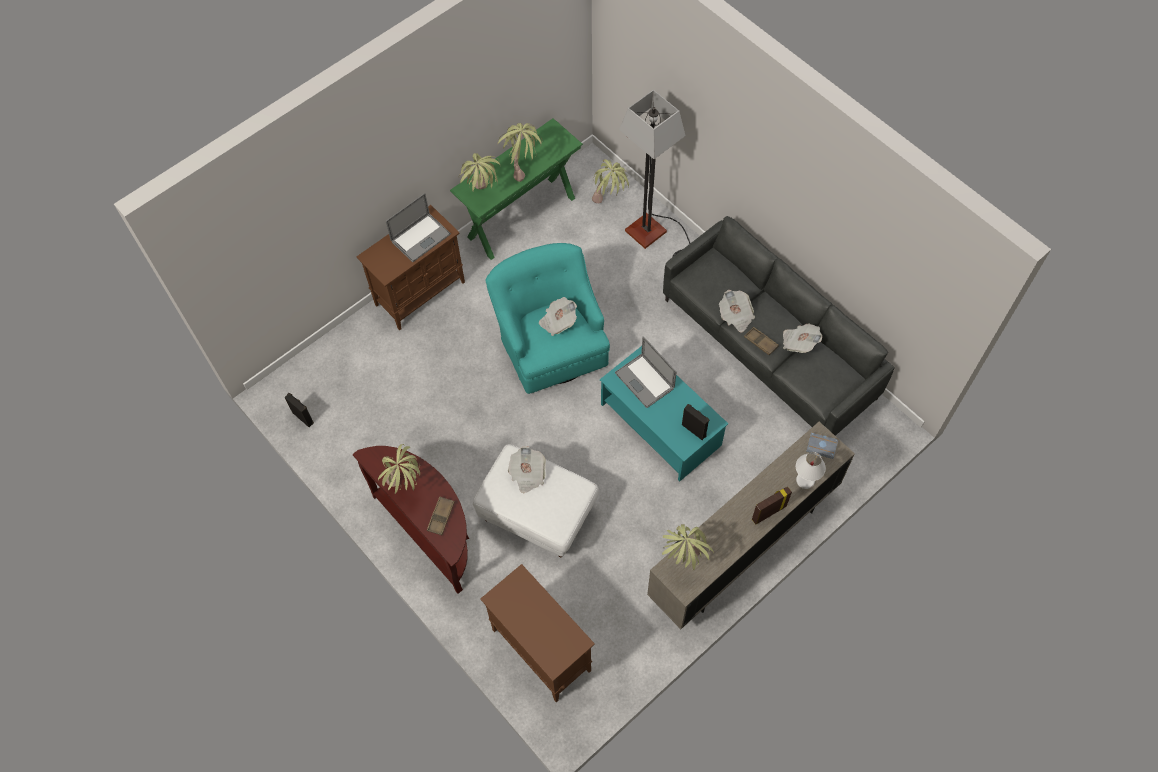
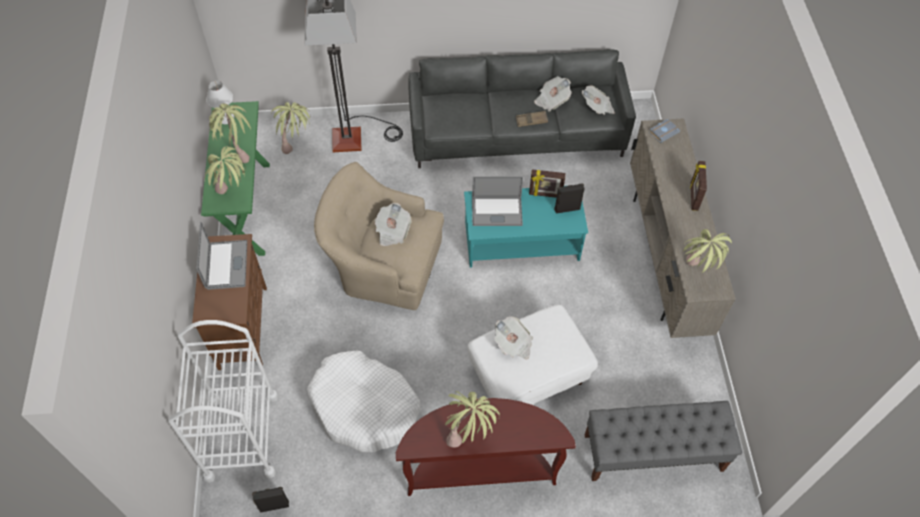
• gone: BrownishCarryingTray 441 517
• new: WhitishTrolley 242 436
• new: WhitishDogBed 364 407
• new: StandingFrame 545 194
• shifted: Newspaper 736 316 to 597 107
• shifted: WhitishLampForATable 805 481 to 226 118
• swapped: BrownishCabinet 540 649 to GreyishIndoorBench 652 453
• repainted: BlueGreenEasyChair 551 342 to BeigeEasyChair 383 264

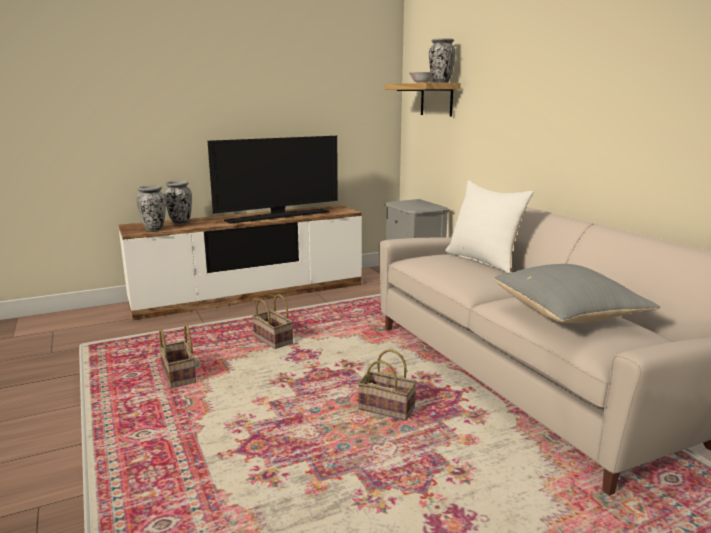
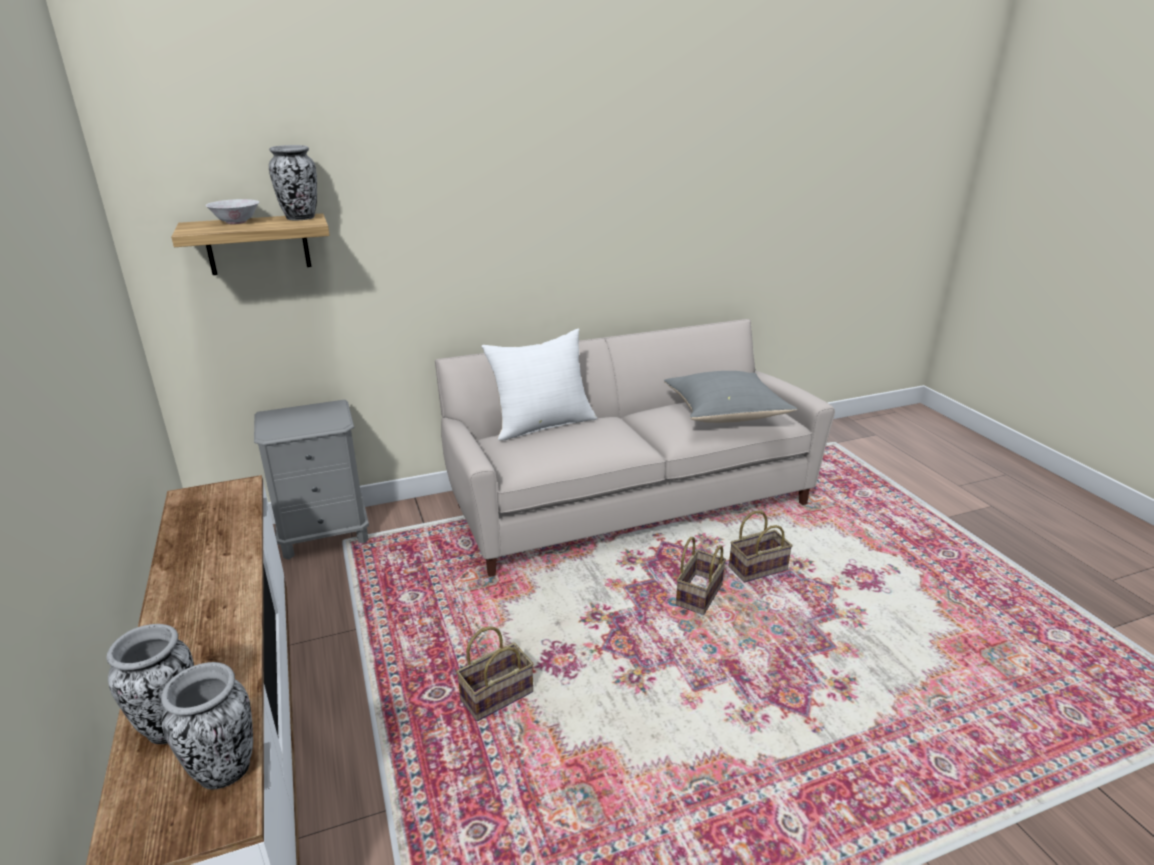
• gone: Television 278 216
• shifted: Basket 180 376 to 758 568

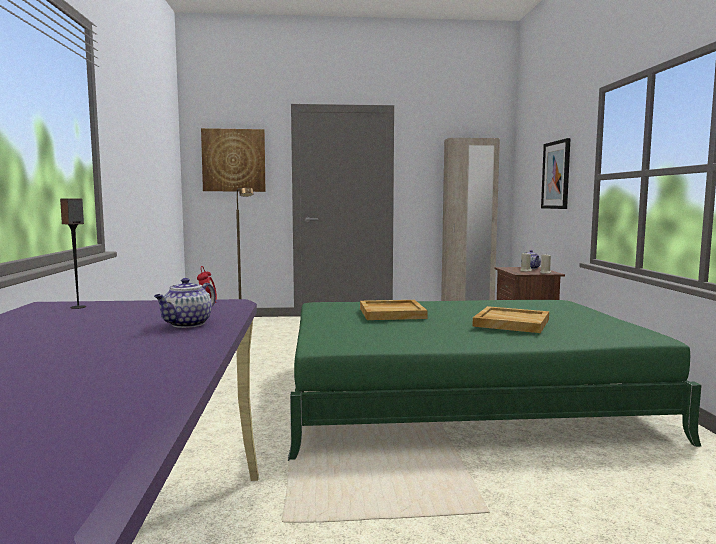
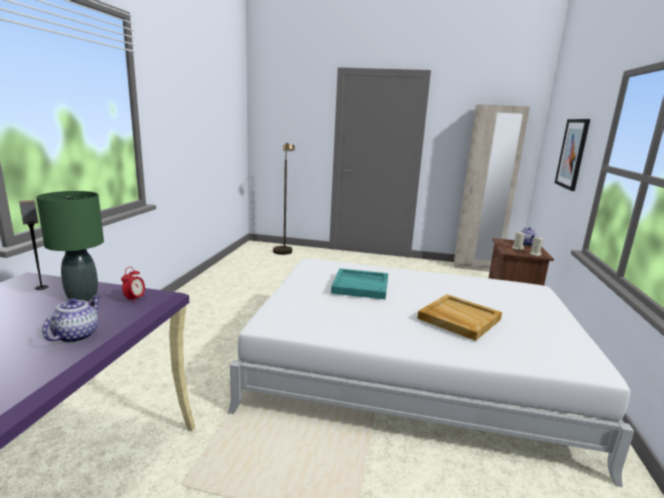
• gone: WallPicture 234 160
• new: GreenishLampForATable 82 297
• repainted: GreenishSleepingBed 460 398 to WhitishSleepingBed 411 369
• repainted: BeigeCarryingTray 392 313 to BlueGreenCarryingTray 361 286
• rotated: TeaPot 187 324 = 77 335 150 degrees clockwise

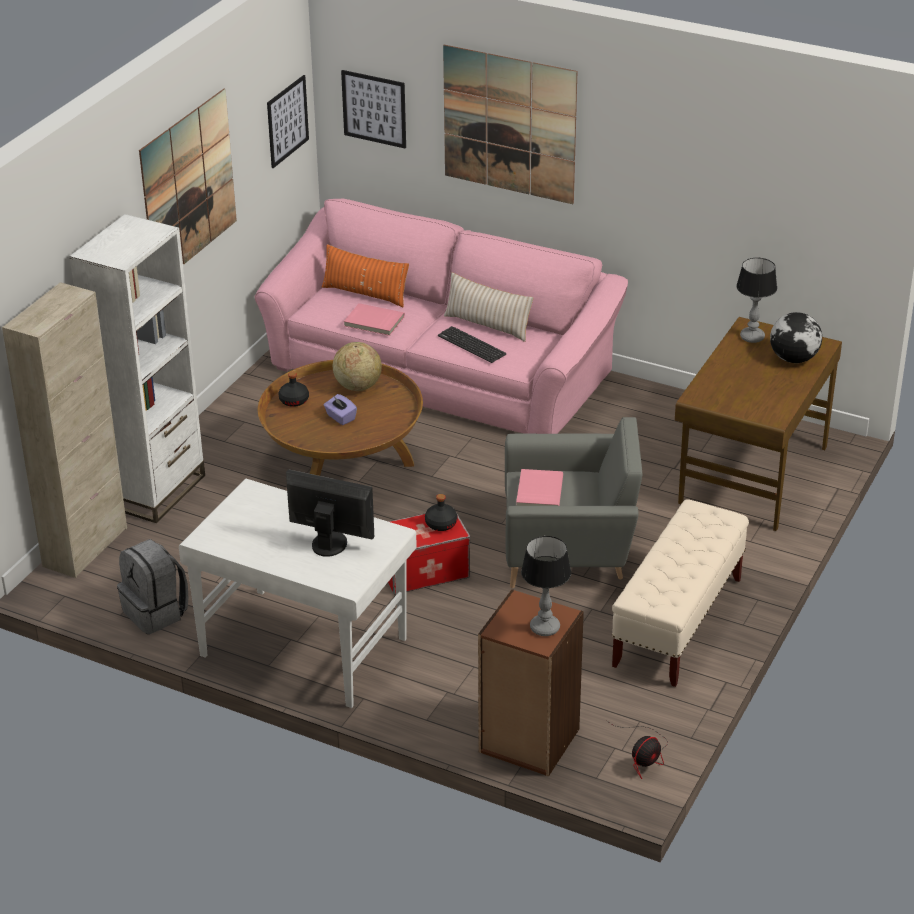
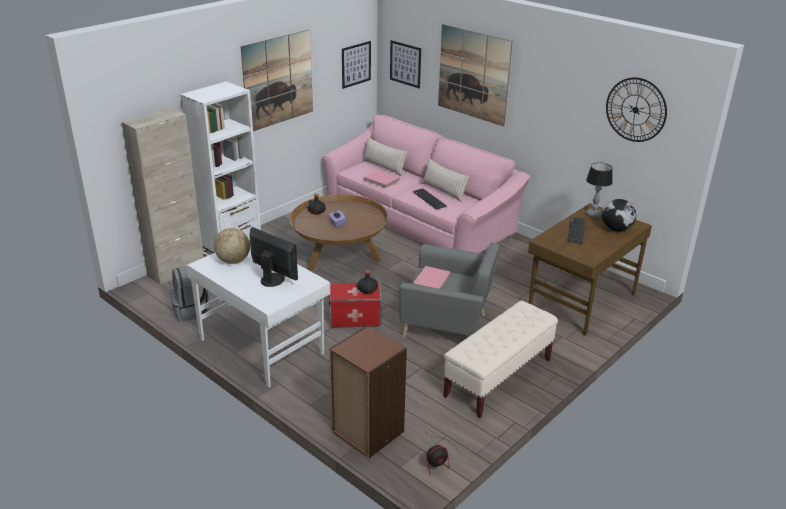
• gone: LampForATable 545 628
• new: Keyboard 576 230
• new: HangingClock 635 110
• shifted: DeskGlobe 357 386 to 233 260
• repainted: OrangePillow 365 294 to BeigePillow 384 167

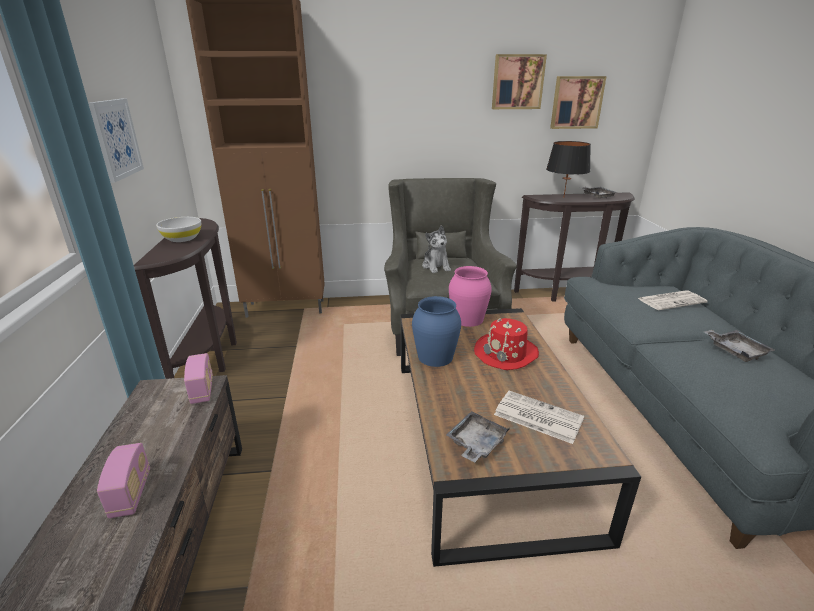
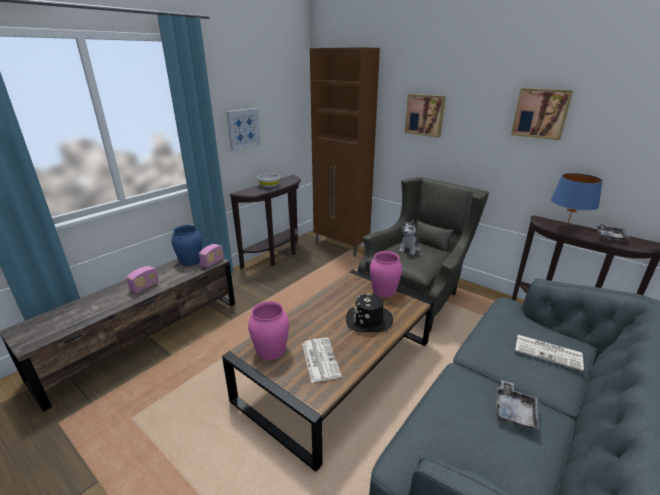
• shifted: BlueColouredFlowerVase 435 357 to 190 261
• shifted: WallPicture 576 102 to 425 115
• swapped: GreyishCarryingTray 476 443 to PinkFlowerVase 270 349
• repainted: RedHat 506 353 to BlackishHat 368 320
• repainted: BlackishLampForATable 563 198 to BlueColouredLampForATable 566 228

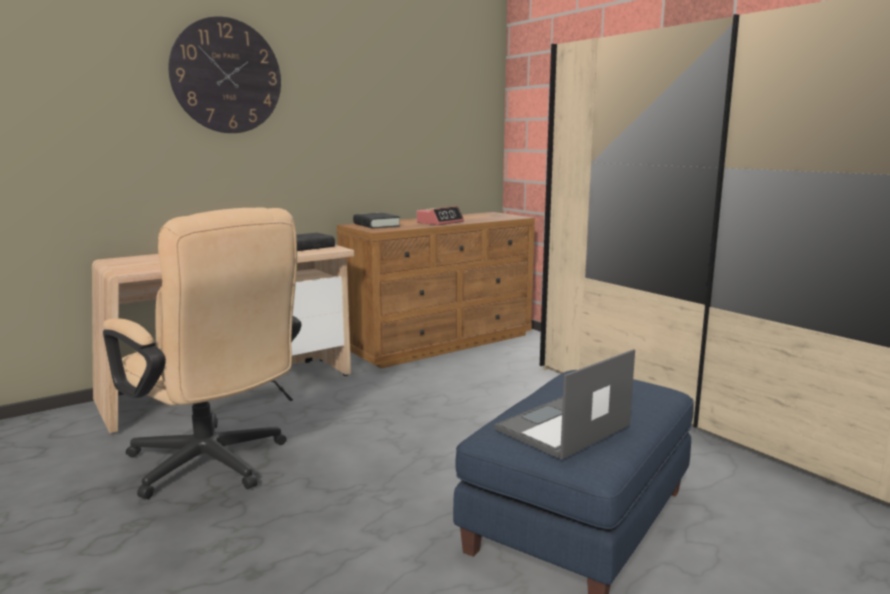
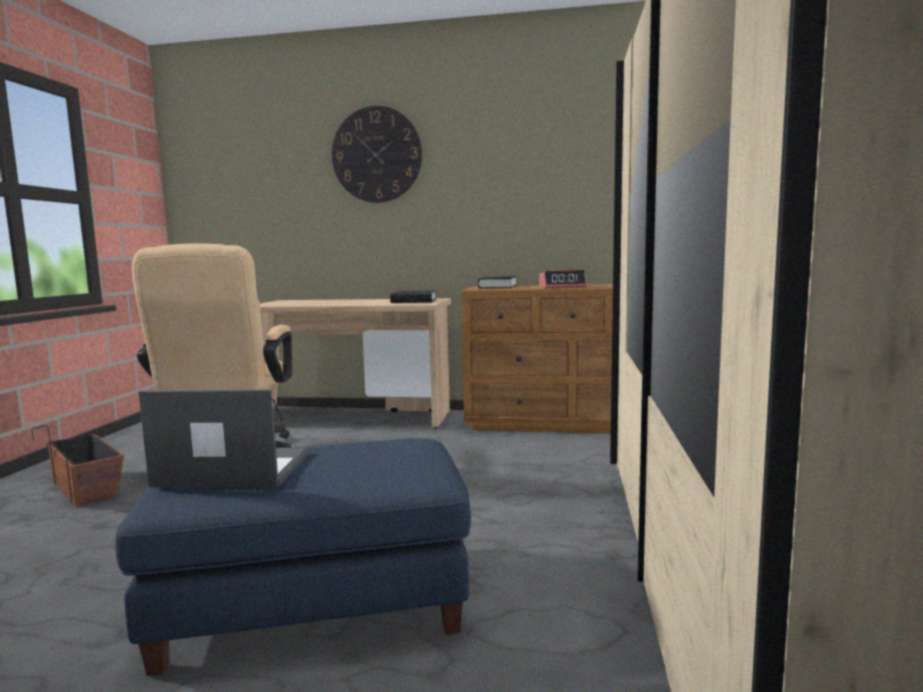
• new: FlowerPot 86 488

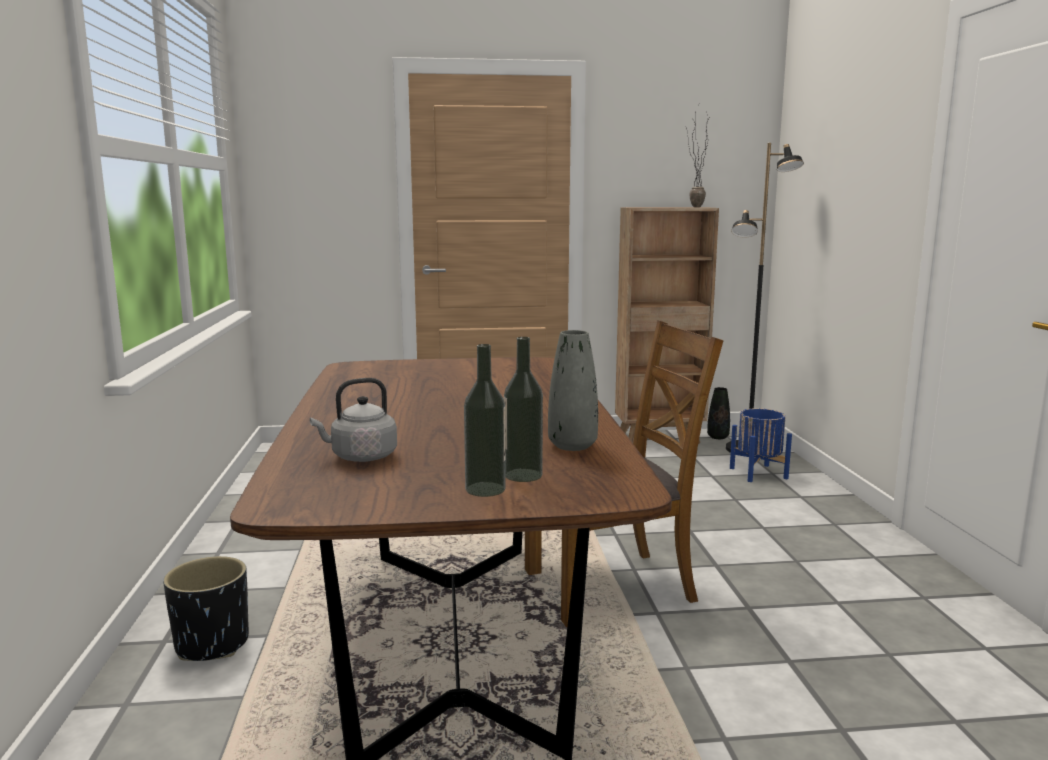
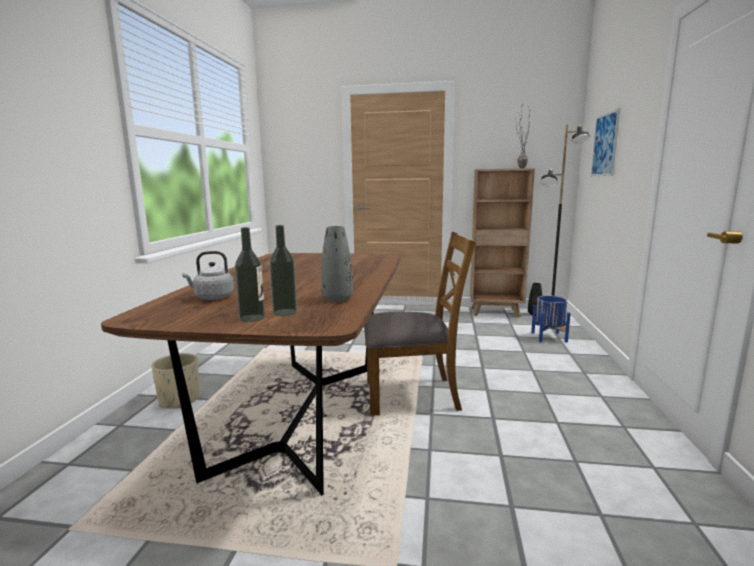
• new: WallPicture 605 145
• repainted: BlackishFlowerPot 212 644 to BeigeFlowerPot 179 400

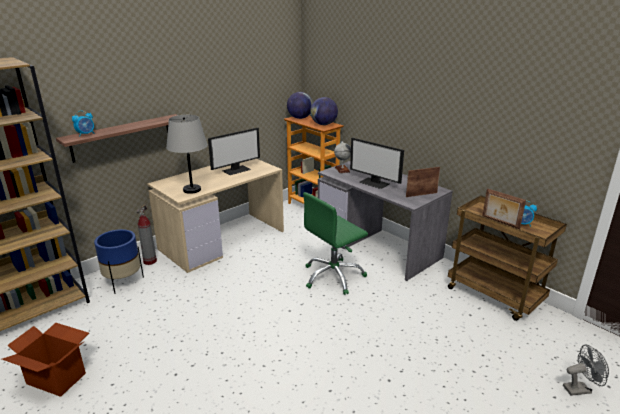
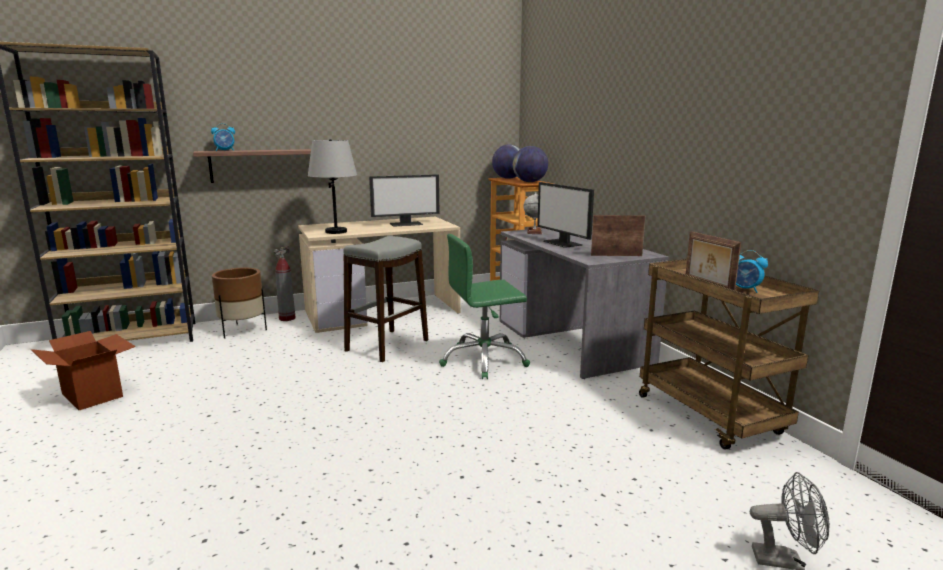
• new: GreyishSittingStool 387 345
• repainted: BlueColouredFlowerPot 123 282 to BrownishFlowerPot 243 330

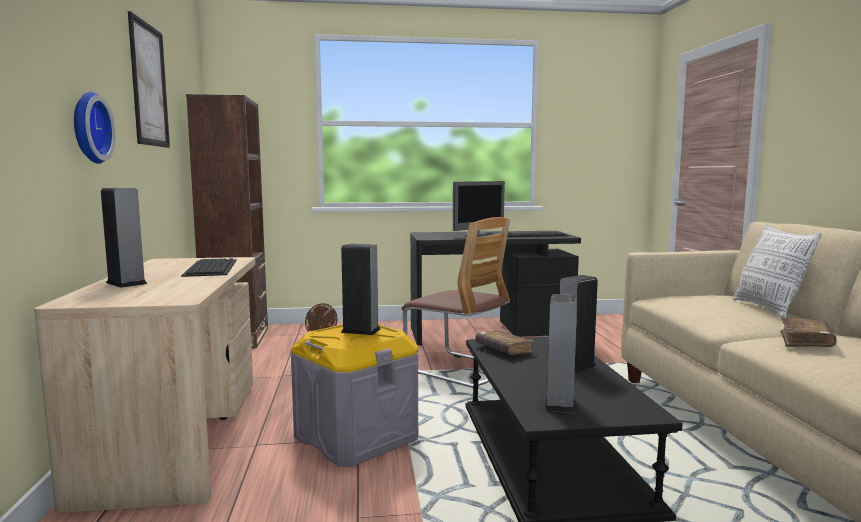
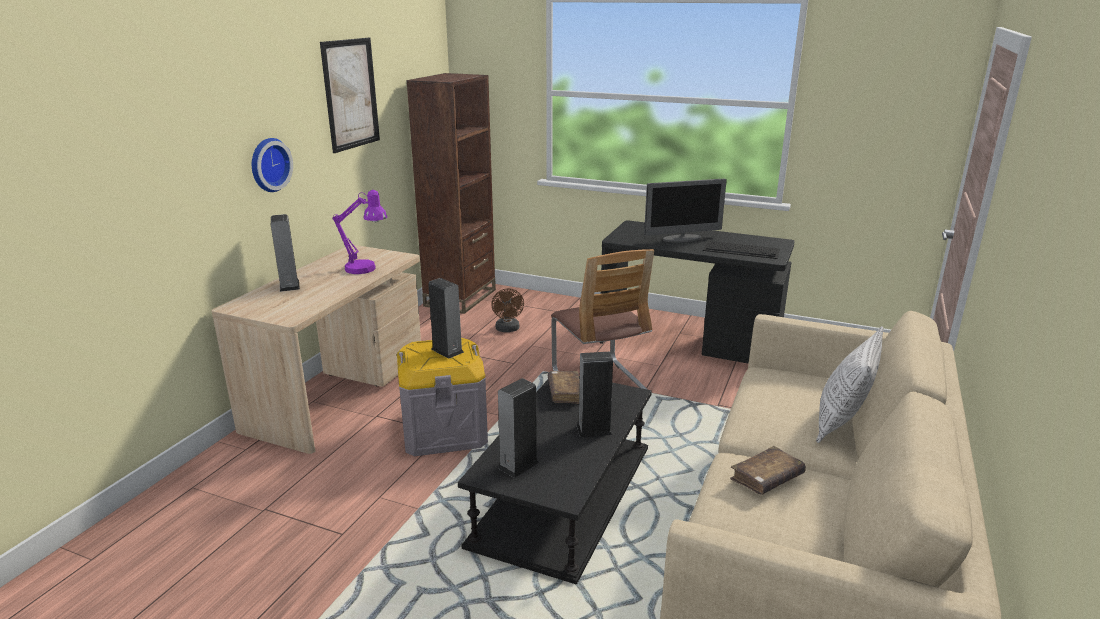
• swapped: Keyboard 210 267 to PurplishLampForATable 366 269

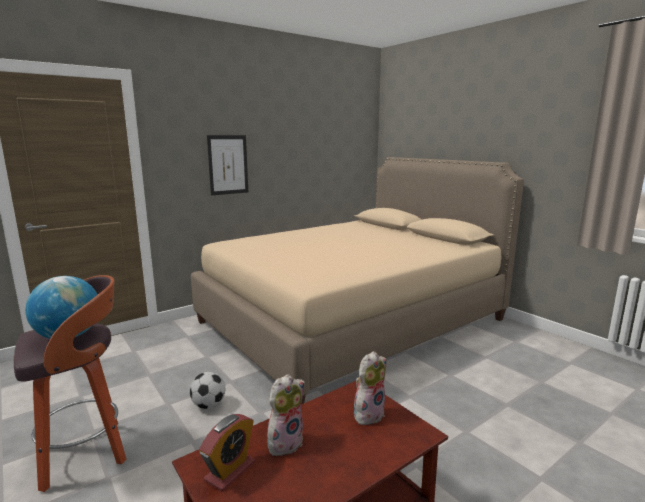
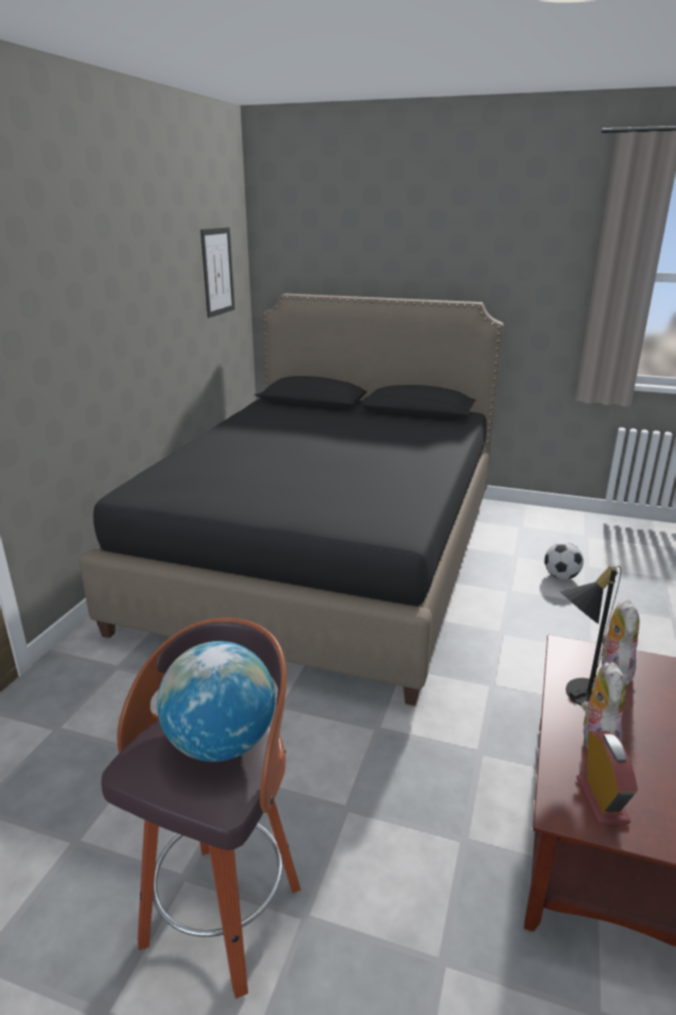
• new: BlackishLampForATable 579 693
• shifted: Football 209 405 to 561 577
• shifted: WallPicture 228 165 to 217 272
• repainted: BeigeSleepingBed 351 320 to BlackishSleepingBed 325 557

